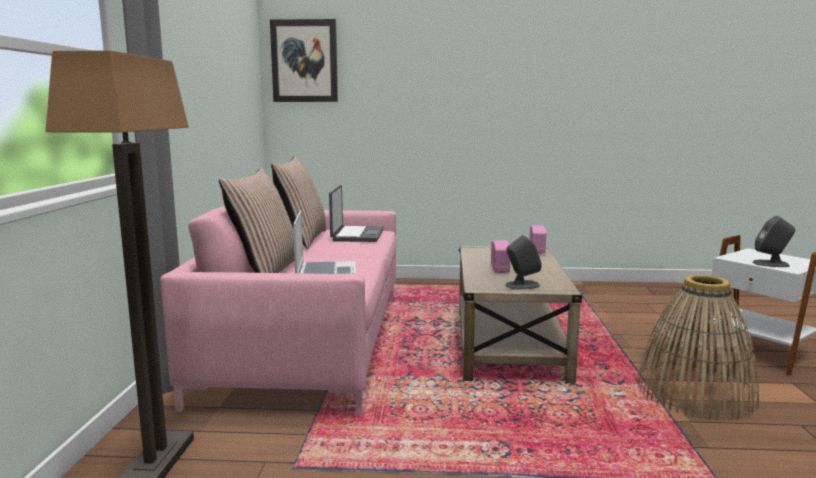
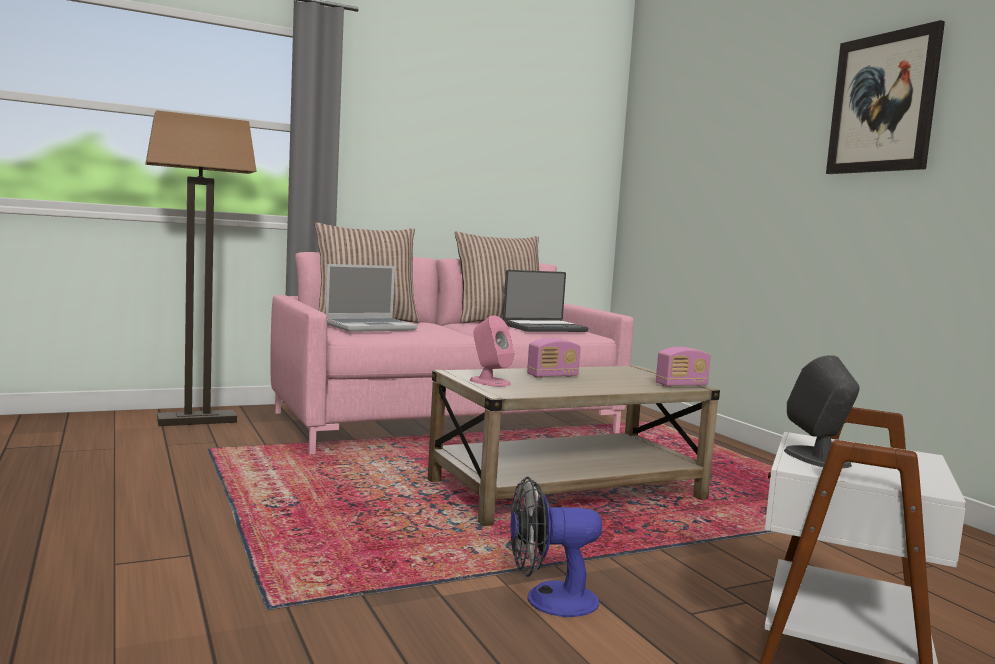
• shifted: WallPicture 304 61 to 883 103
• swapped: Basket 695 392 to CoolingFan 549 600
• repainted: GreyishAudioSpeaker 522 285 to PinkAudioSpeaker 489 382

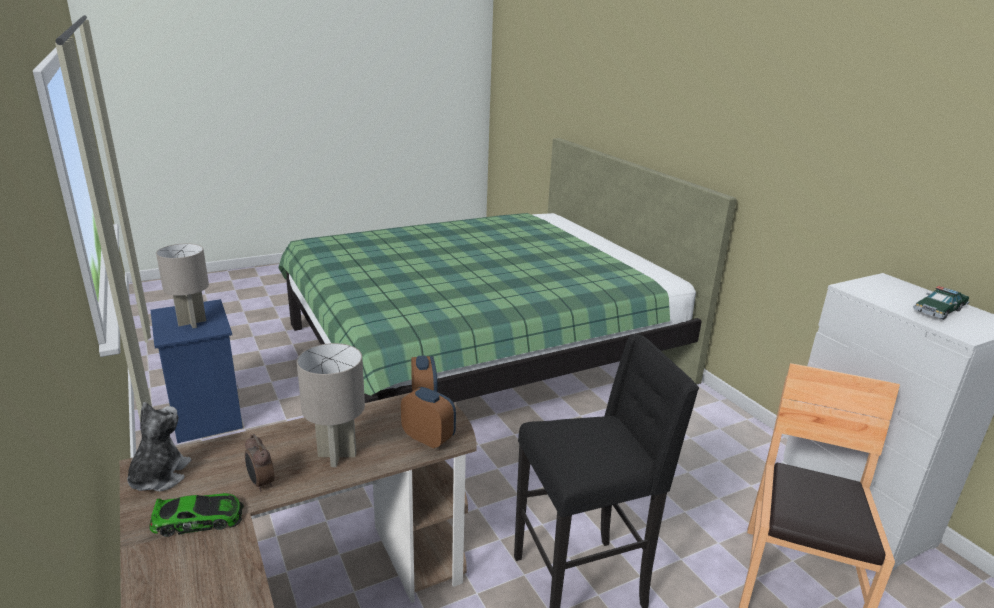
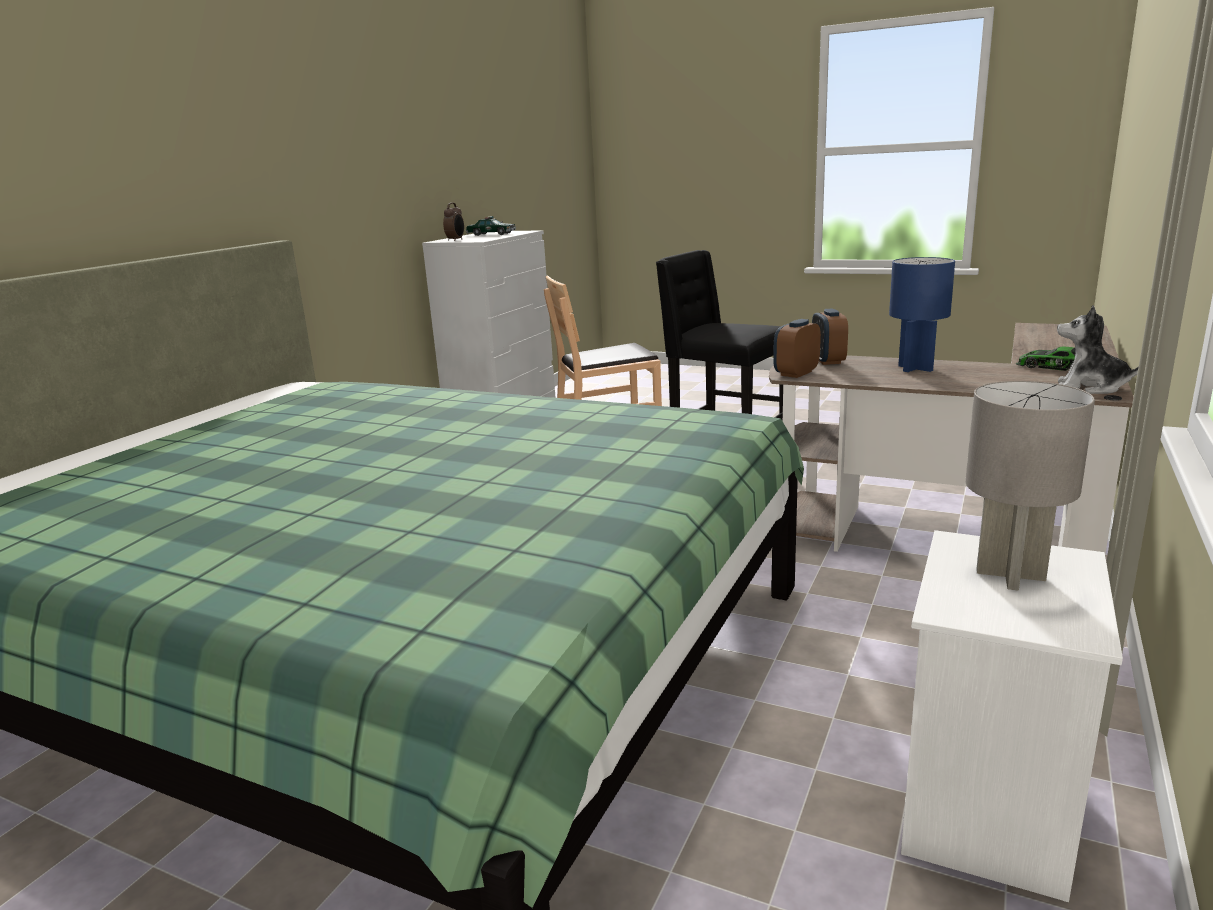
• shifted: TableClock 261 483 to 456 240
• repainted: BlueColouredNightstand 204 415 to WhitishNightstand 990 814
• repainted: GreyishLampForATable 337 455 to BlueColouredLampForATable 914 368
• rotated: SoftToy 159 476 = 1090 387 60 degrees clockwise

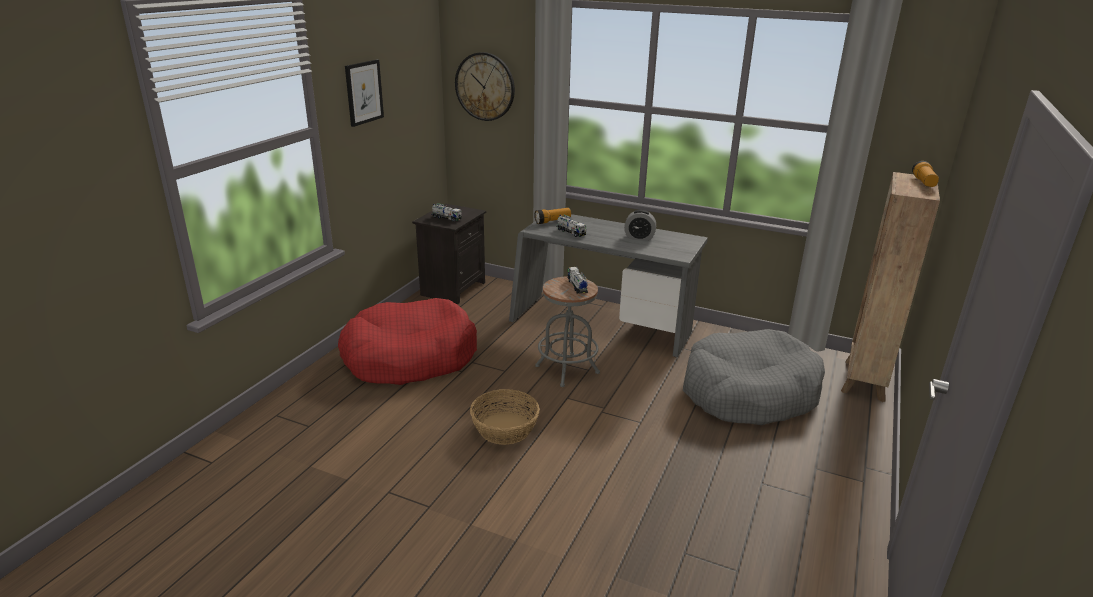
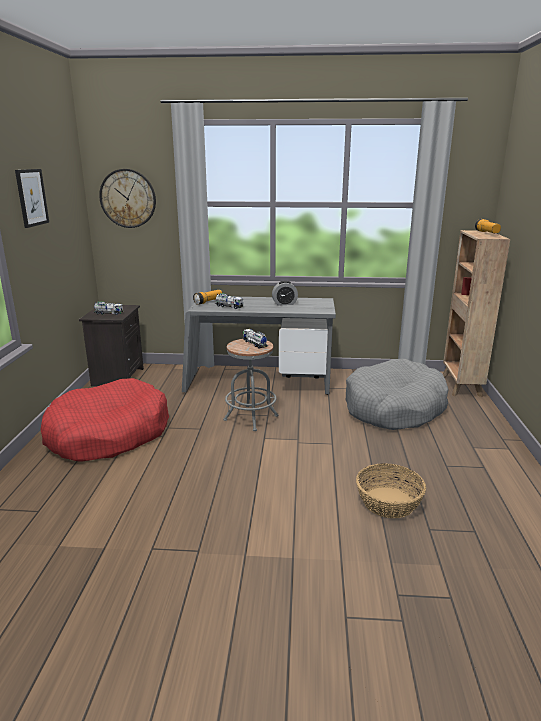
• shifted: Basket 505 428 to 388 502

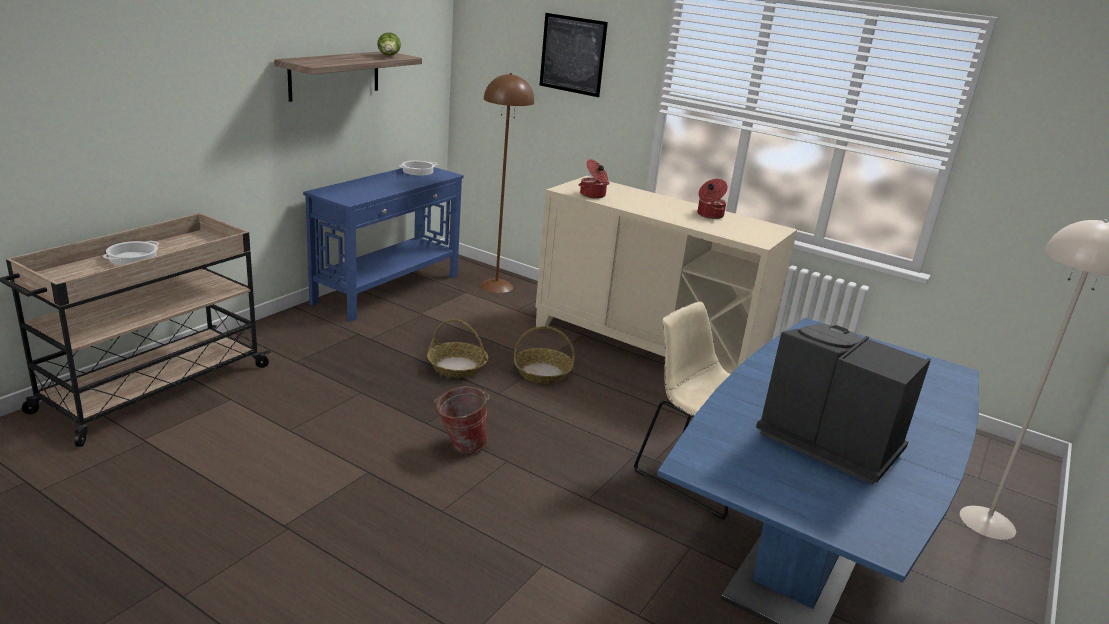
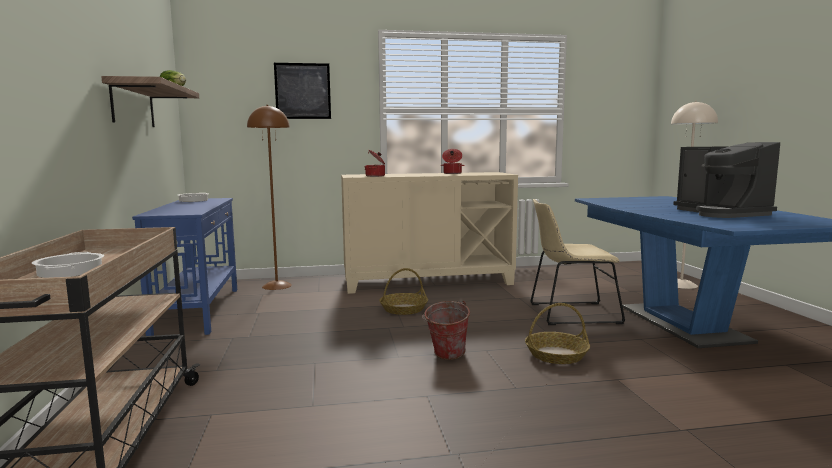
• shifted: Basket 456 367 to 556 355
• rotated: CoffeeBrewer 827 440 = 721 213 105 degrees counterclockwise

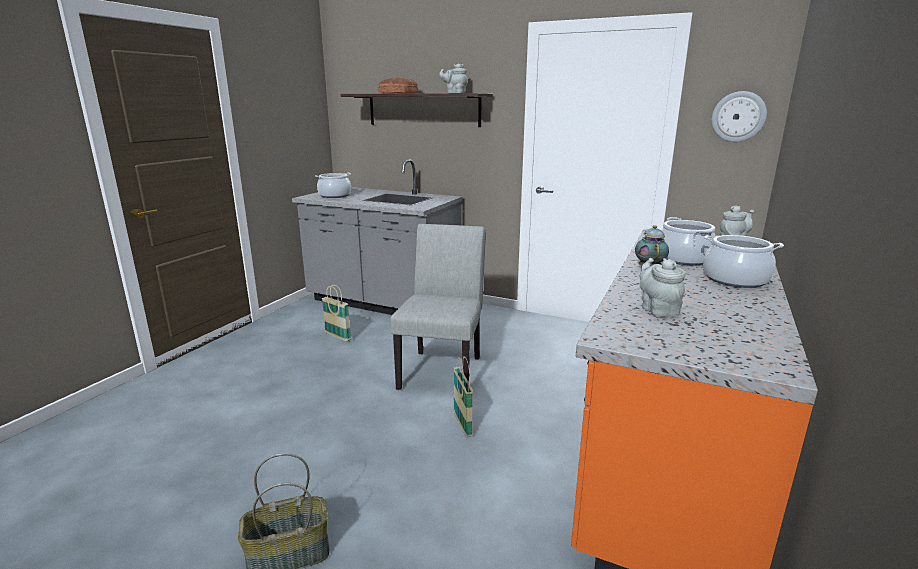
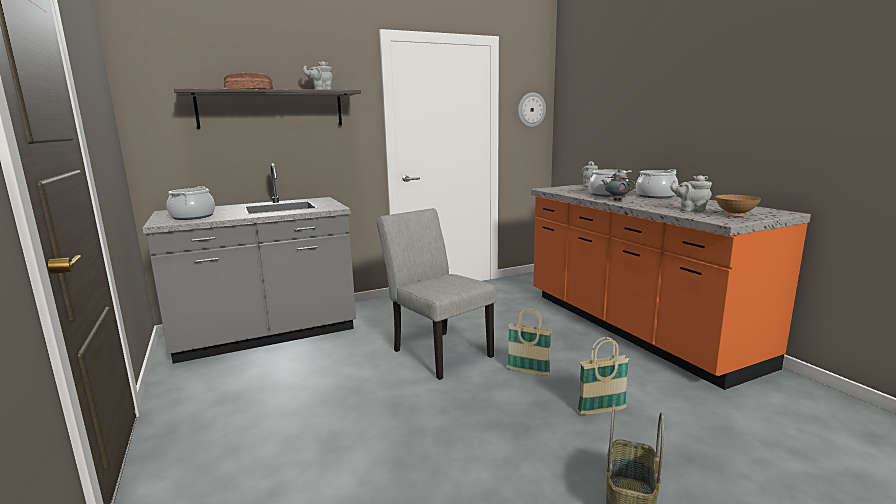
• new: BrownishBowl 734 216
• shifted: Basket 338 337 to 601 410

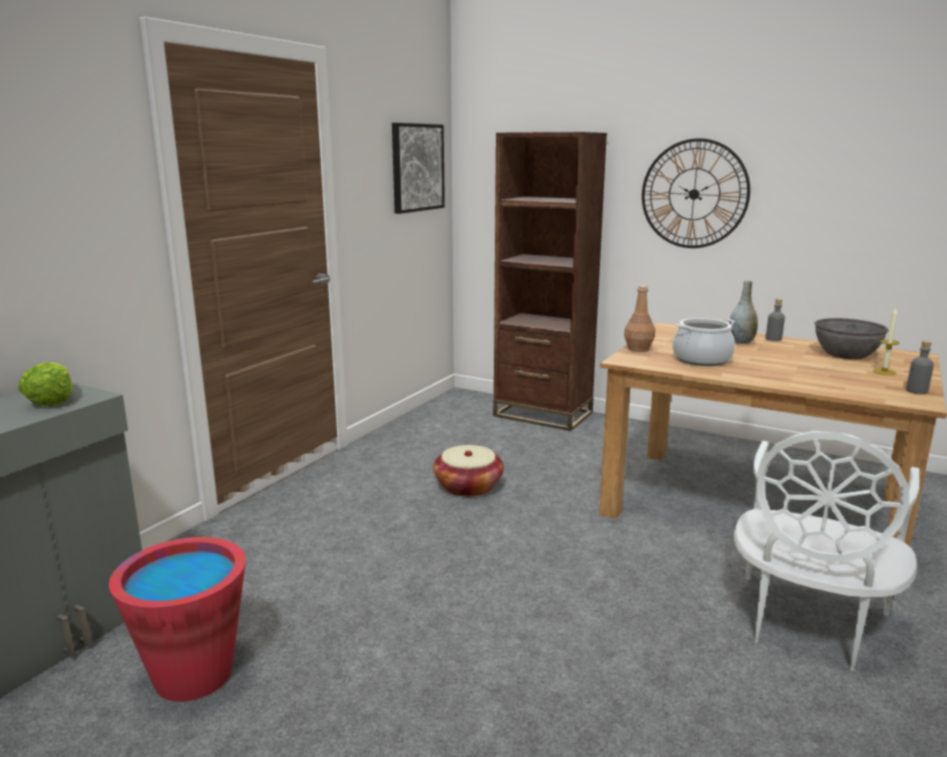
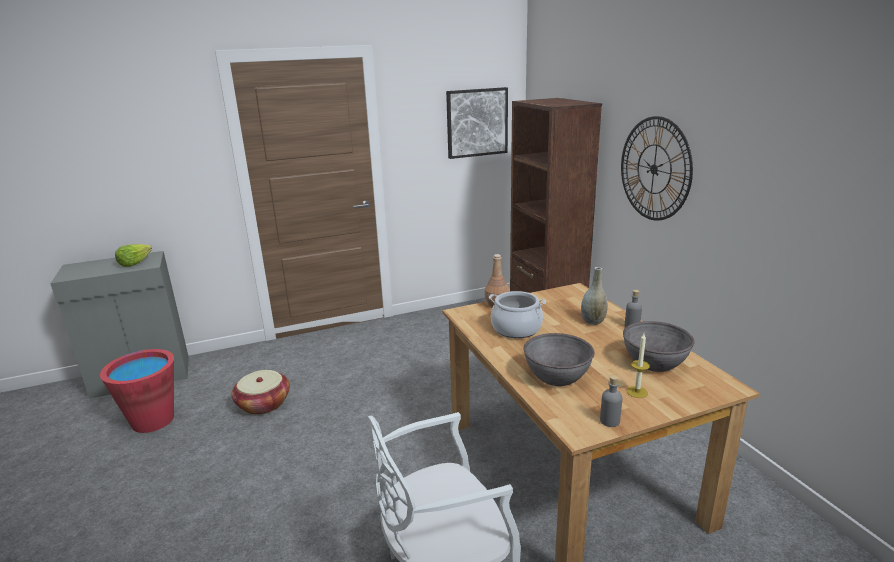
• new: GreyishBowl 557 376
• shifted: Basket 468 487 to 263 404

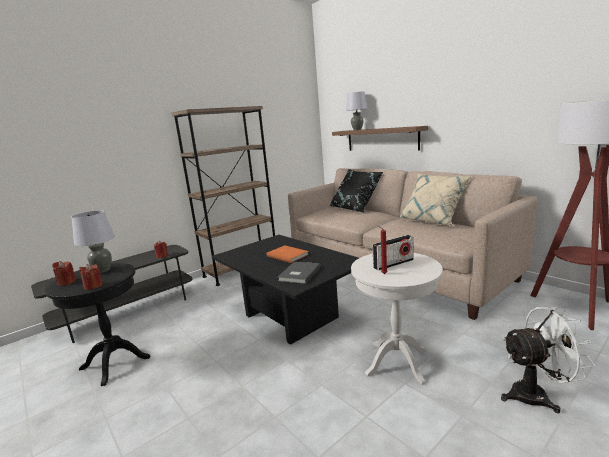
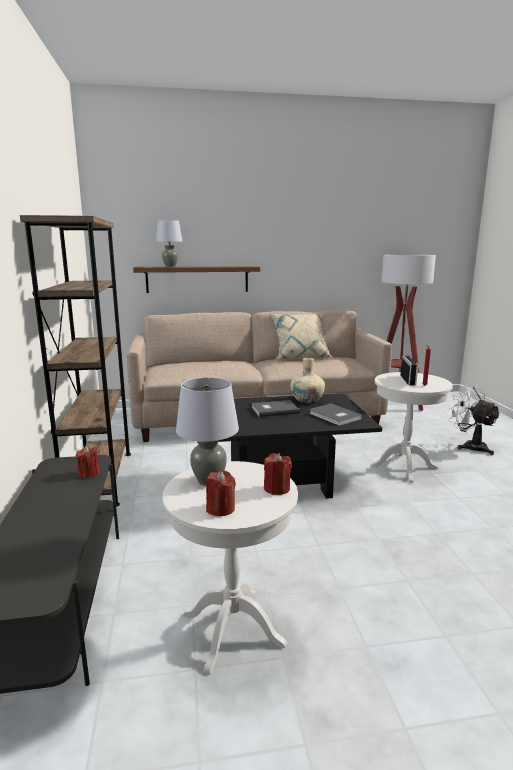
• gone: BlackishPillow 355 209
• new: BeigeFlowerVase 307 400
• repainted: BlackishEndTable 115 363 to WhitishEndTable 232 629
• repainted: OrangeBoundBook 287 255 to GreyishBoundBook 274 410
• rotated: WhitishCoolingFan 537 395 = 470 446 60 degrees counterclockwise

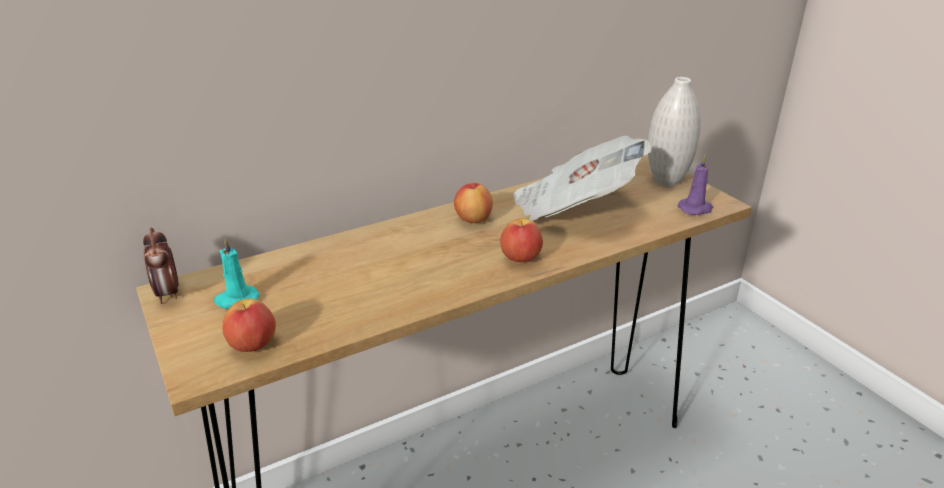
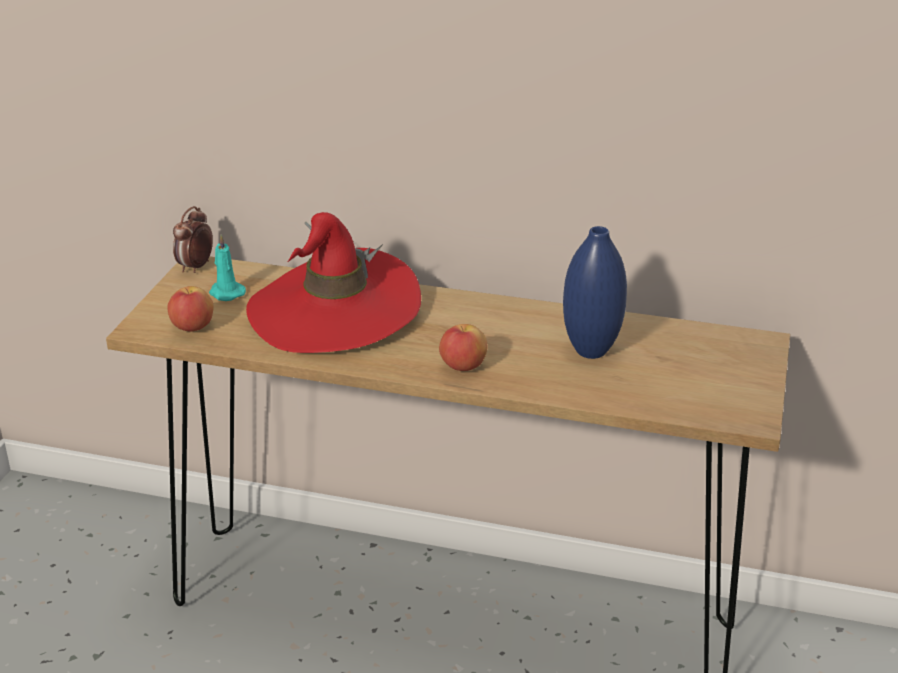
• gone: Apple 473 219
• gone: WhitishFlowerVase 666 181
• gone: PurplishCandle 696 209
• new: RedHat 334 311
• swapped: Newspaper 573 208 to BlueColouredFlowerVase 591 351

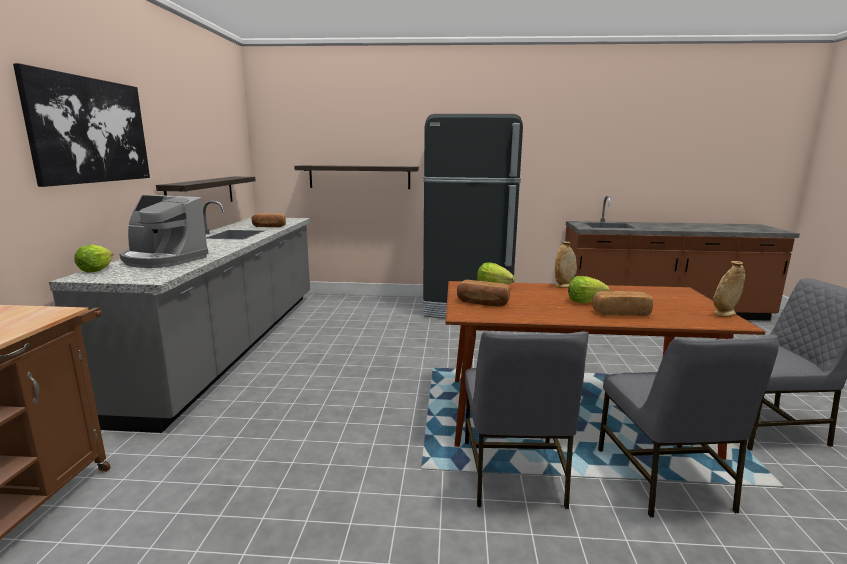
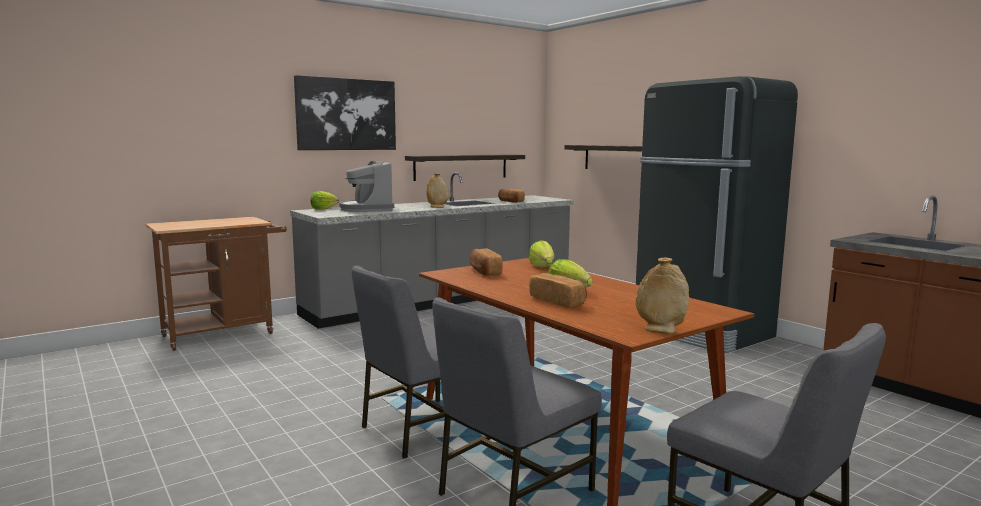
• shifted: BeigeFlowerVase 564 286 to 437 207

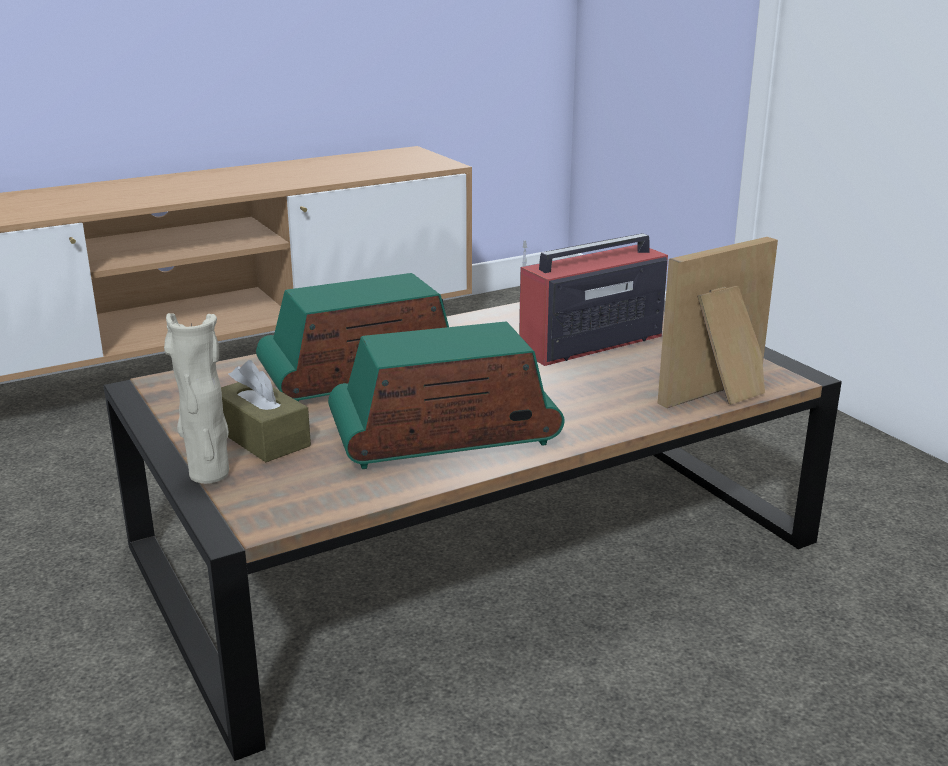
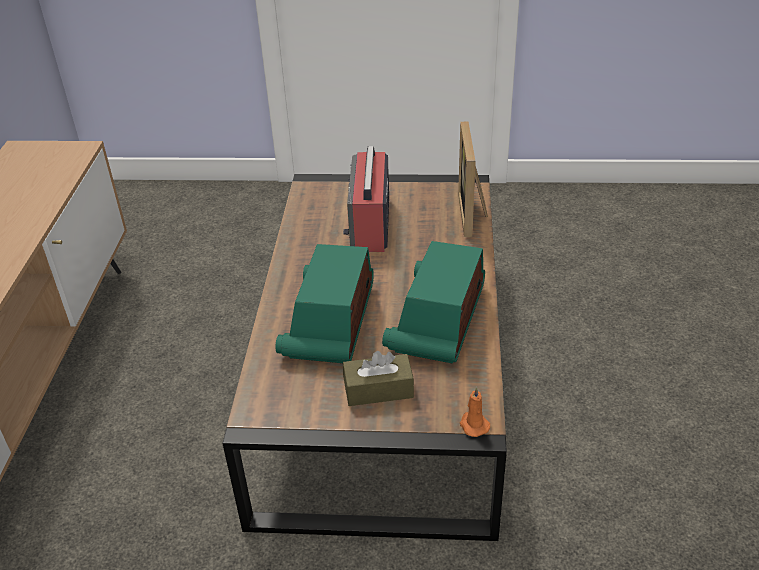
• gone: BeigeFlowerVase 209 474
• new: OrangeCandle 473 425

